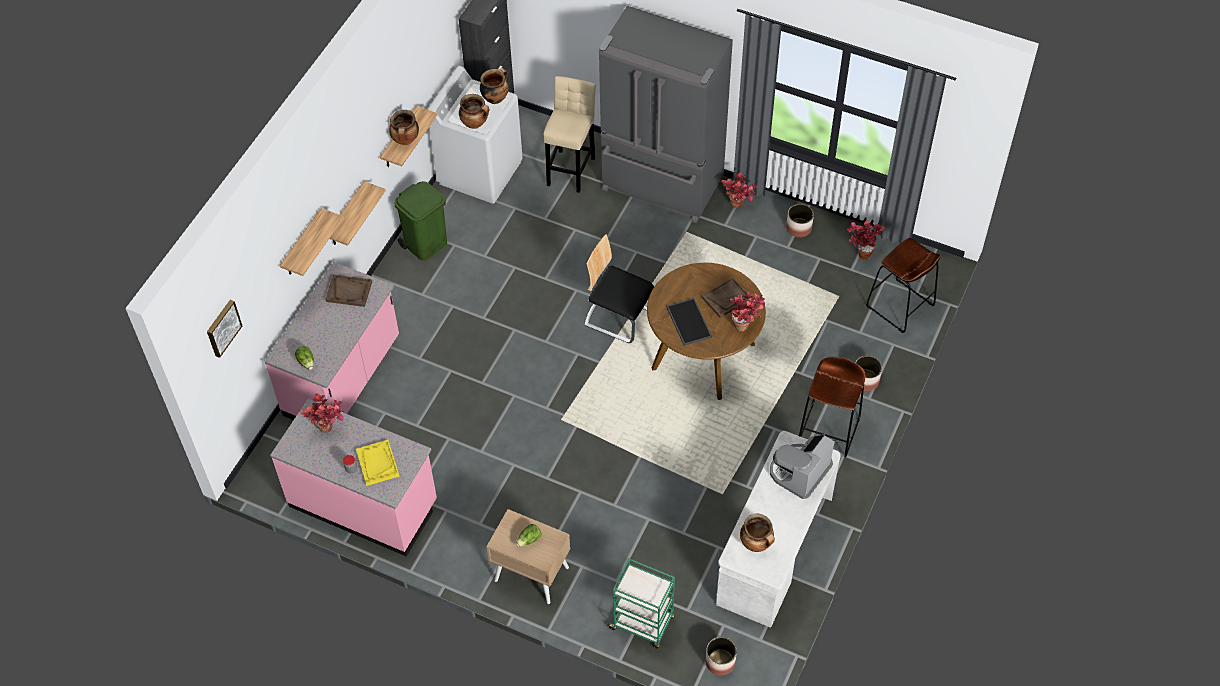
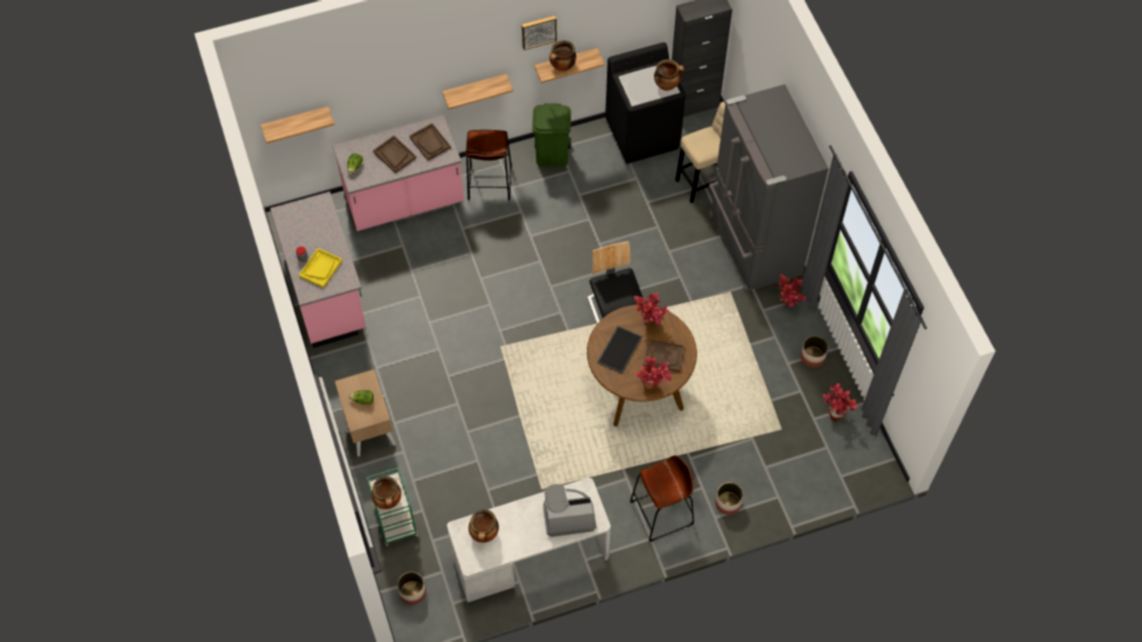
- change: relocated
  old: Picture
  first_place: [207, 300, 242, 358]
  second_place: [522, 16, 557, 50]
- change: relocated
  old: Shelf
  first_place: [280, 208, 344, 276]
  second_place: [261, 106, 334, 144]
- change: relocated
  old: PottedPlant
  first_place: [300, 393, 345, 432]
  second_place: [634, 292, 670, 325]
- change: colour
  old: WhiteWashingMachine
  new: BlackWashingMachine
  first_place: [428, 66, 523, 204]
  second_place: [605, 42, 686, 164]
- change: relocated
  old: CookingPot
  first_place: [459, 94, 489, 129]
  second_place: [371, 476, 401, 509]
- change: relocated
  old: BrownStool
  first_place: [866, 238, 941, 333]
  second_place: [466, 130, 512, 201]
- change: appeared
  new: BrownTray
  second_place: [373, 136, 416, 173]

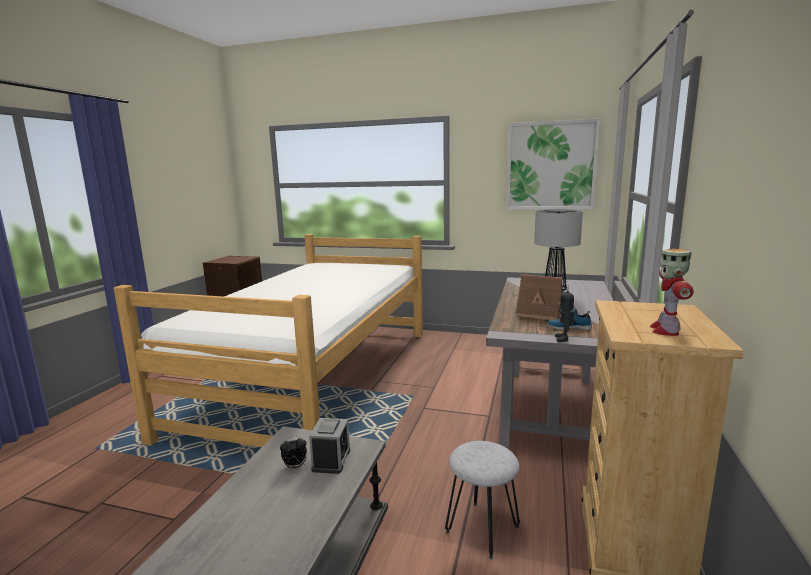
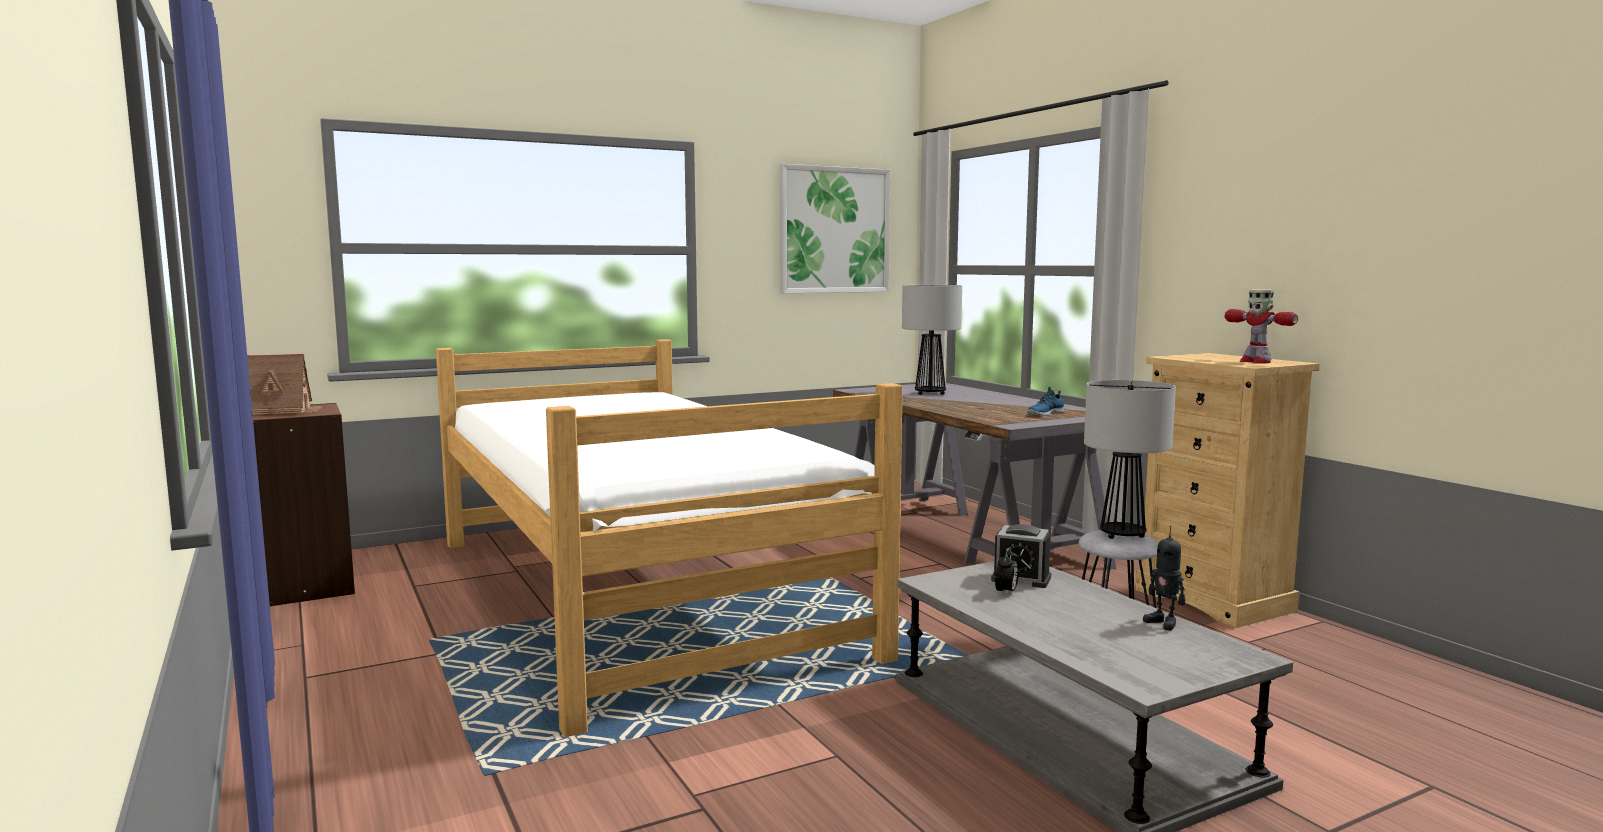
- change: spun
  old: AlarmClock
  first_place: [309, 418, 350, 474]
  second_place: [991, 524, 1051, 588]
  degrees: 150
- change: relocated
  old: ToyHouse
  first_place: [516, 274, 562, 320]
  second_place: [247, 354, 323, 415]
- change: relocated
  old: ToyRobot
  first_place: [555, 285, 574, 342]
  second_place: [1143, 526, 1185, 630]
- change: appeared
  new: TableLamp
  second_place: [1084, 380, 1176, 539]

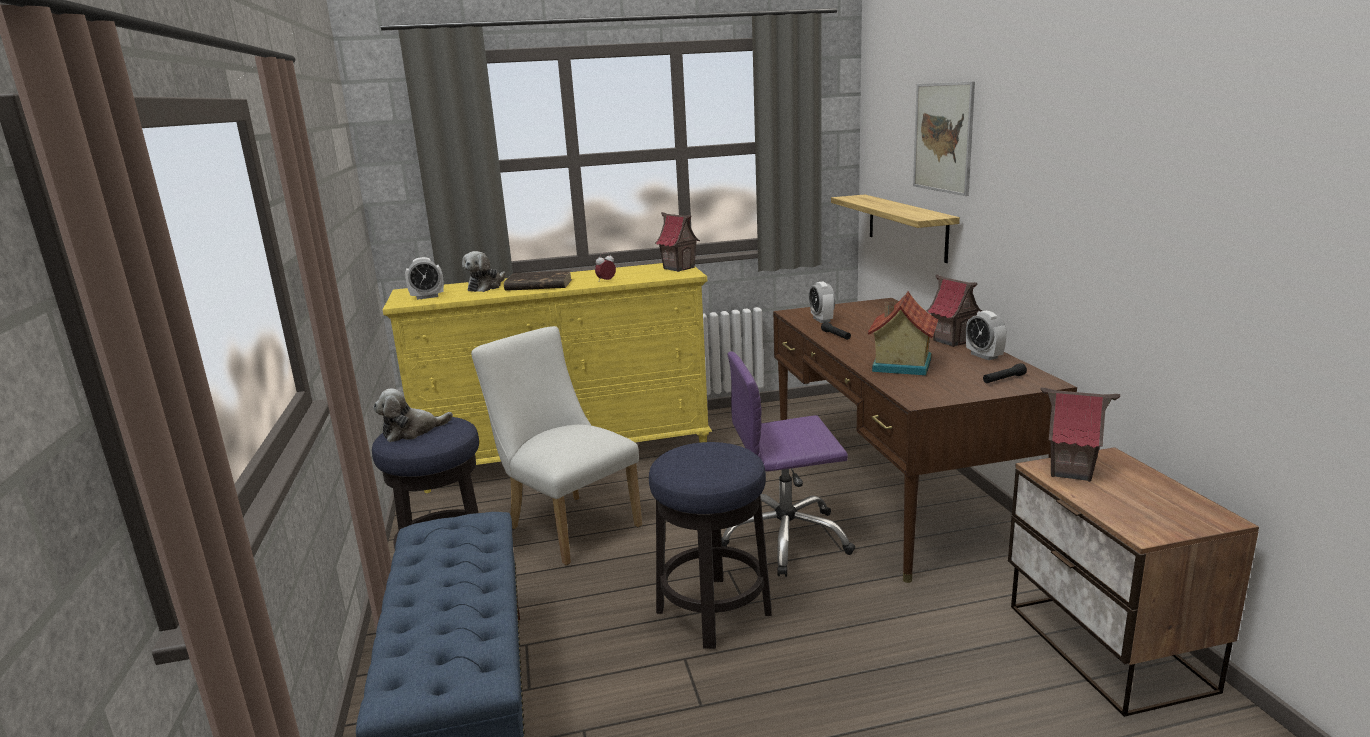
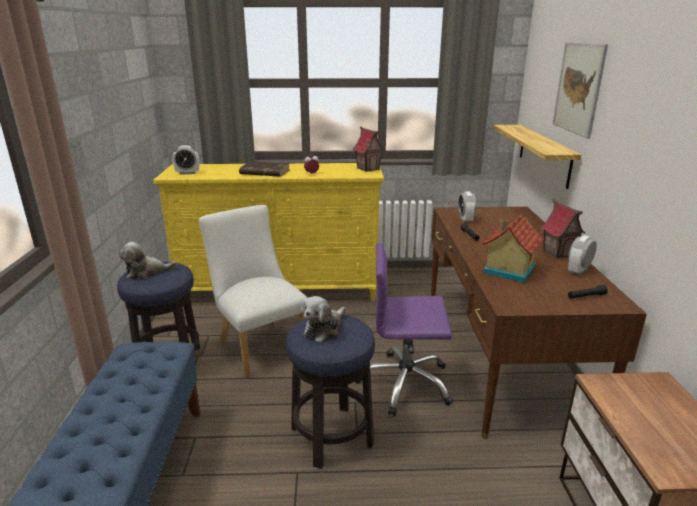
- change: relocated
  old: PlushToy
  first_place: [462, 251, 506, 292]
  second_place: [301, 296, 346, 343]
- change: spun
  old: AlarmClock
  first_place: [966, 311, 1006, 360]
  second_place: [568, 235, 597, 275]
  degrees: 60
- change: missing
  old: ToyHouse
  first_place: [1040, 387, 1120, 482]

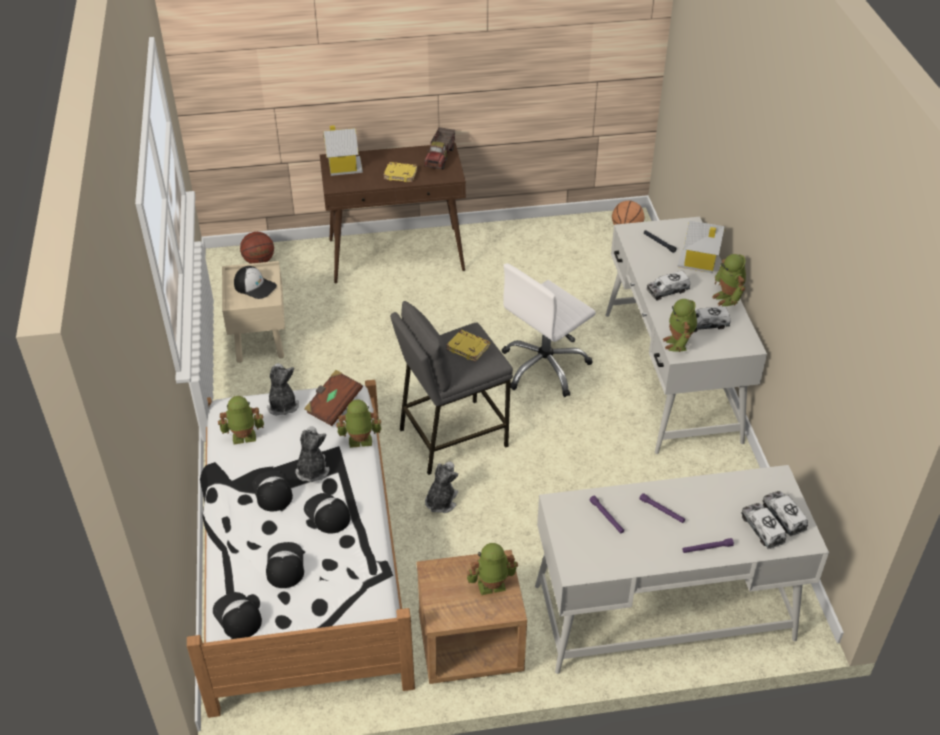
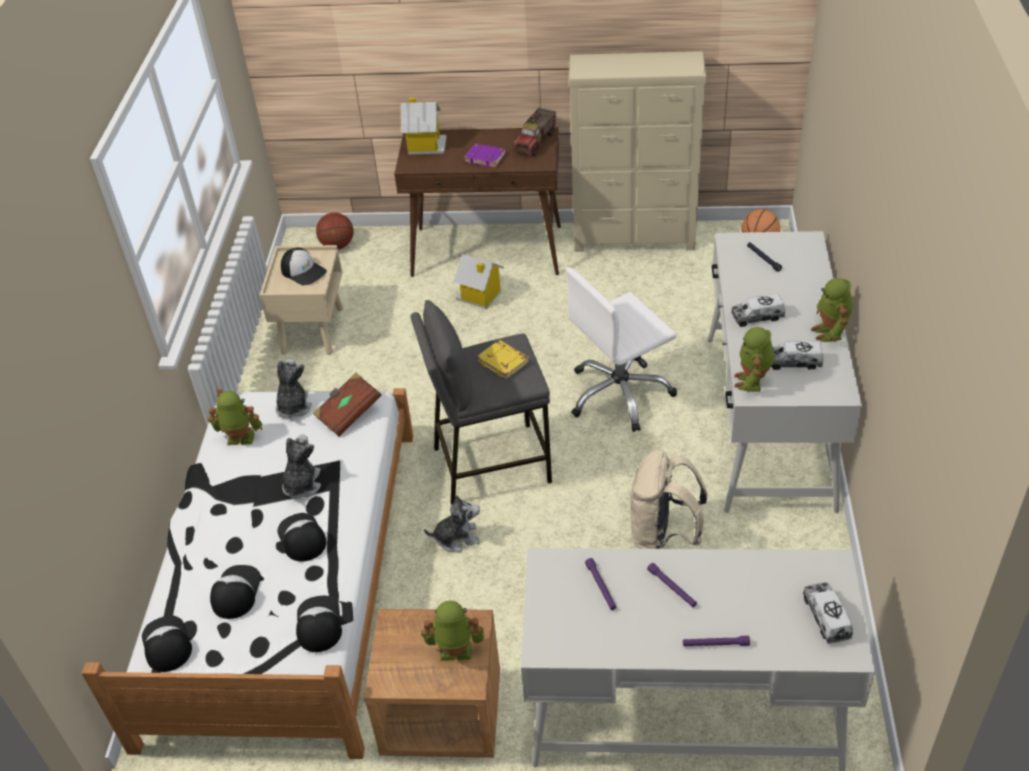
- change: relocated
  old: Cap
  first_place: [252, 471, 293, 511]
  second_place: [296, 596, 342, 652]
- change: missing
  old: ToyRobot
  first_place: [336, 399, 381, 448]
- change: colour
  old: YellowBook
  new: PurpleBook
  first_place: [383, 162, 417, 182]
  second_place: [464, 143, 506, 168]
- change: spun
  old: PlushToy
  first_place: [425, 462, 458, 513]
  second_place: [424, 495, 480, 552]
  degrees: 45
- change: relocated
  old: ToyHouse
  first_place: [678, 220, 725, 273]
  second_place: [454, 254, 504, 309]
- change: missing
  old: ToyTruck
  first_place: [741, 503, 786, 549]
- change: appeared
  new: BeigeDresser
  second_place: [569, 51, 706, 252]
- change: appeared
  new: BeigeBackpack
  second_place: [629, 449, 707, 549]

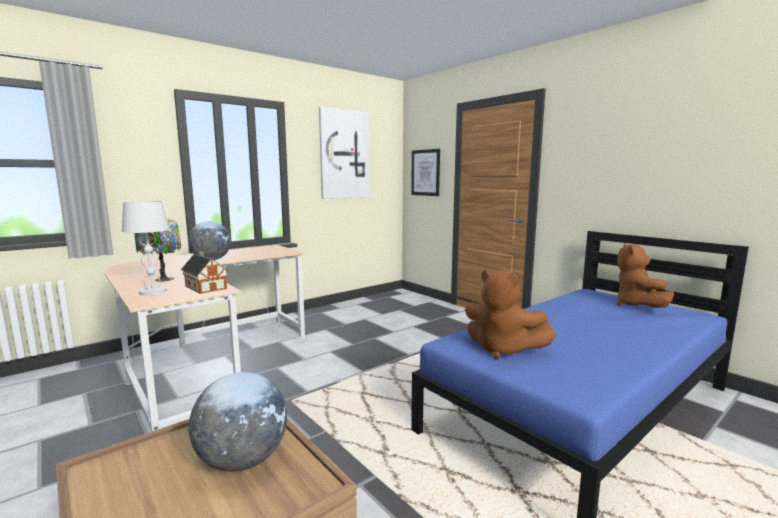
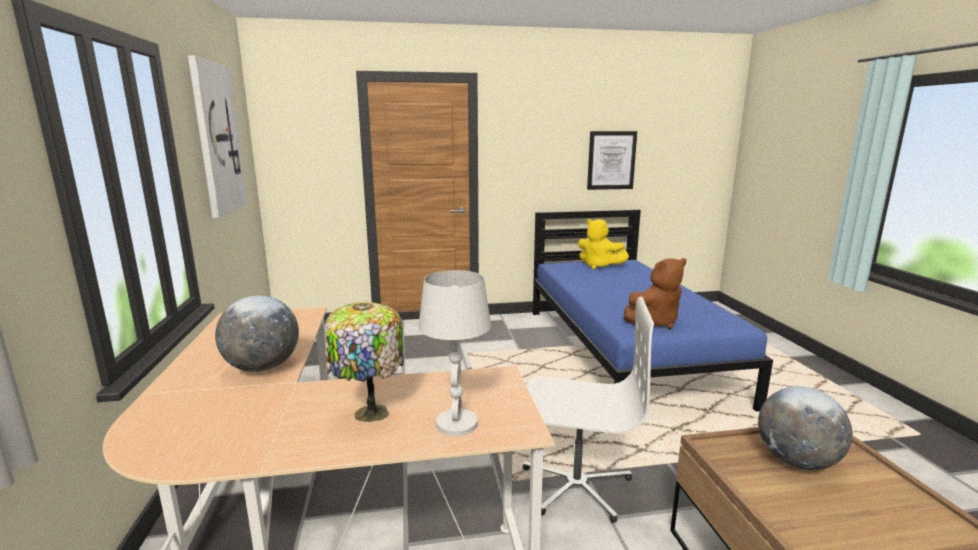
- change: missing
  old: ToyHouse
  first_place: [181, 251, 228, 294]
- change: relocated
  old: Picture
  first_place: [411, 149, 440, 196]
  second_place: [587, 131, 637, 190]
- change: colour
  old: BrownPlushToy
  new: YellowPlushToy
  first_place: [617, 243, 674, 308]
  second_place: [578, 219, 629, 269]
- change: appeared
  new: WhiteOfficeChair
  second_place: [523, 297, 654, 523]

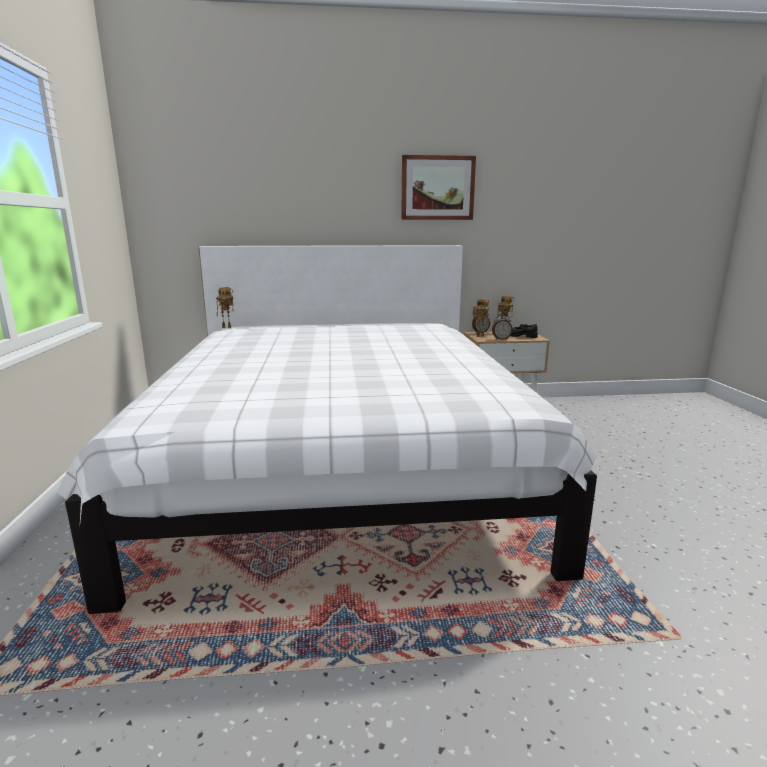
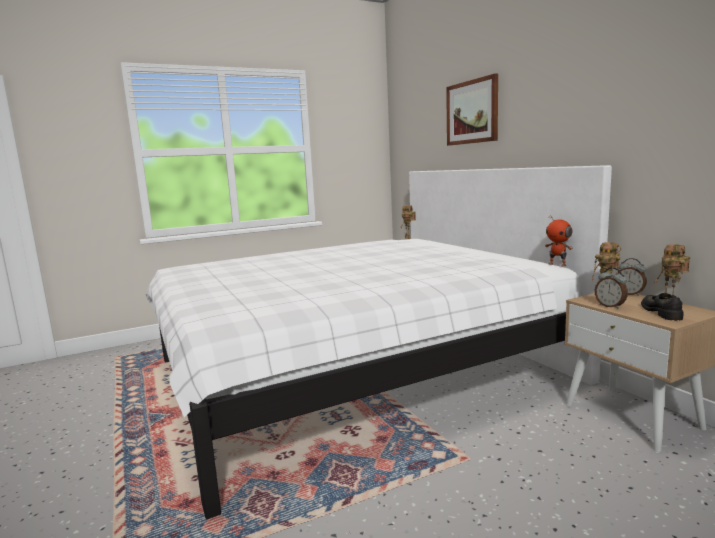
- change: relocated
  old: Picture
  first_place: [401, 155, 476, 220]
  second_place: [446, 73, 498, 146]
- change: appeared
  new: ToyRobot
  second_place: [545, 215, 573, 267]

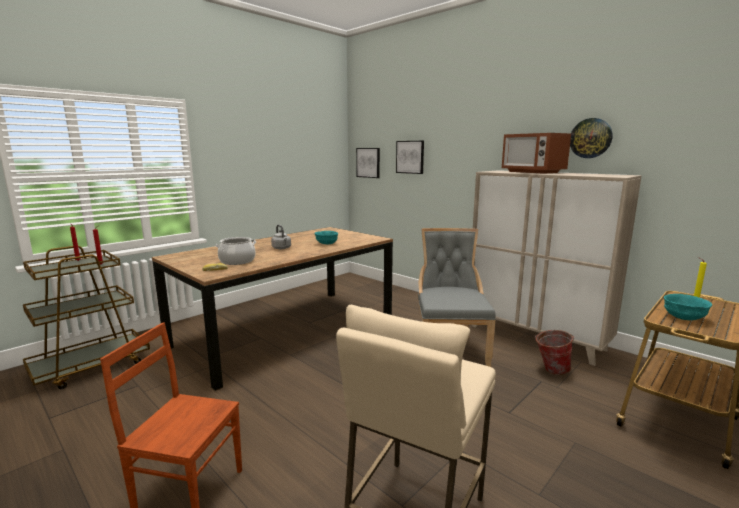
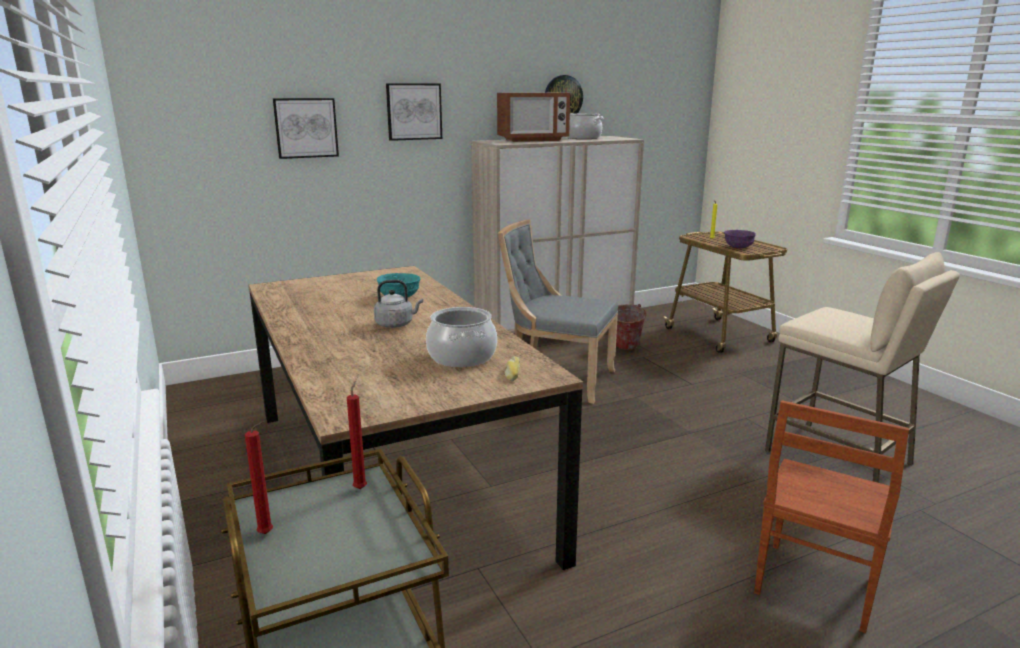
- change: relocated
  old: Picture
  first_place: [356, 148, 380, 178]
  second_place: [386, 83, 442, 141]
- change: colour
  old: TurquoiseBowl
  new: PurpleBowl
  first_place: [664, 294, 712, 320]
  second_place: [724, 230, 756, 248]
- change: appeared
  new: CookingPot
  second_place: [566, 113, 604, 139]

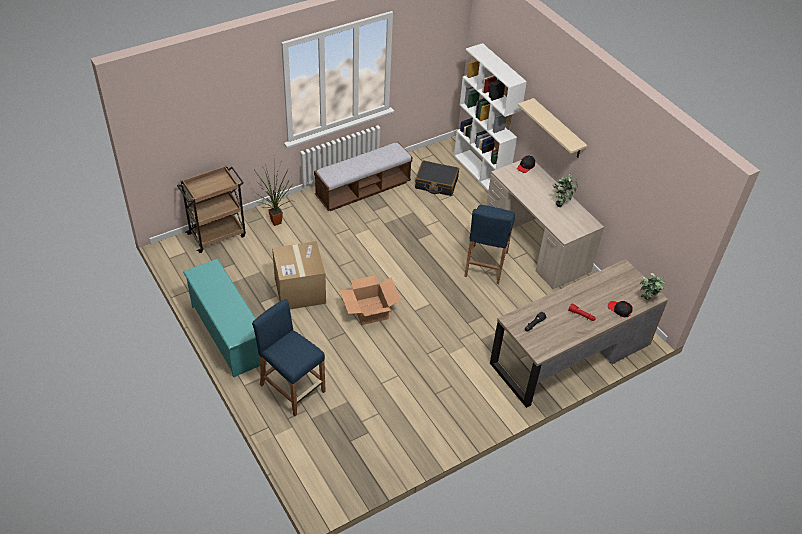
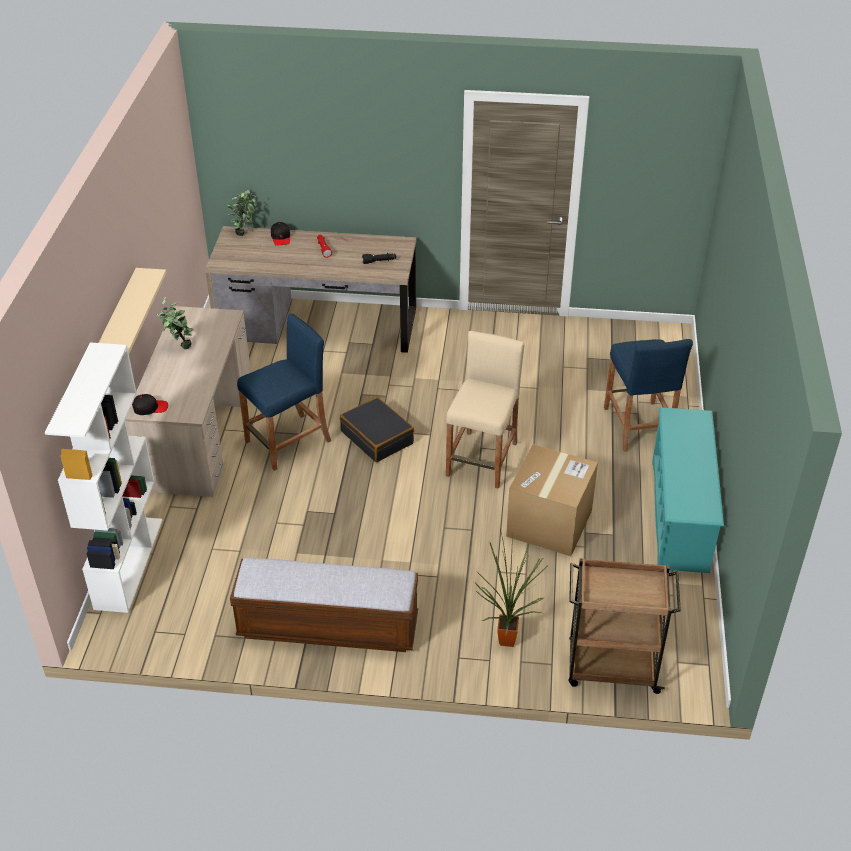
- change: exchanged
  old: CardboardBox
  new: BeigeStool
  first_place: [340, 275, 401, 325]
  second_place: [446, 331, 525, 489]
- change: relocated
  old: BlackSuitcase
  first_place: [415, 160, 459, 196]
  second_place: [340, 397, 414, 462]

